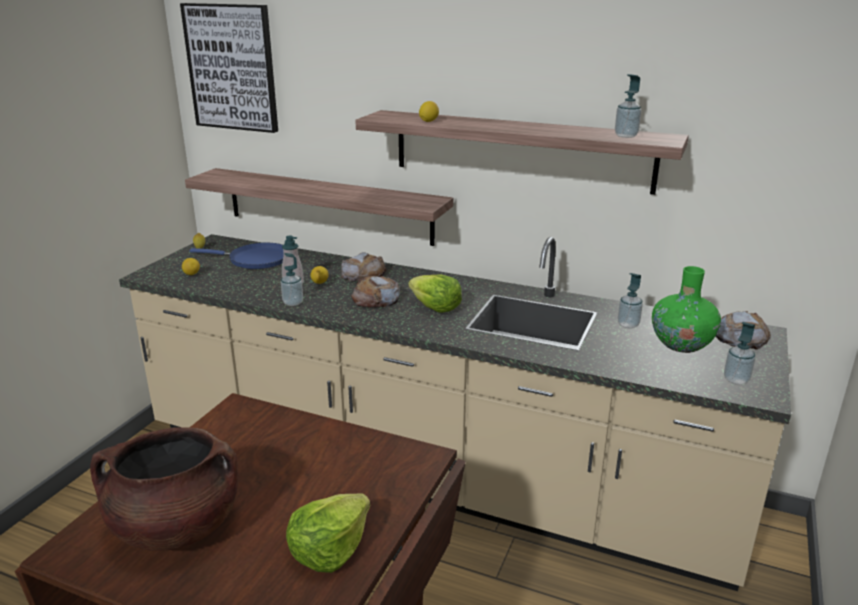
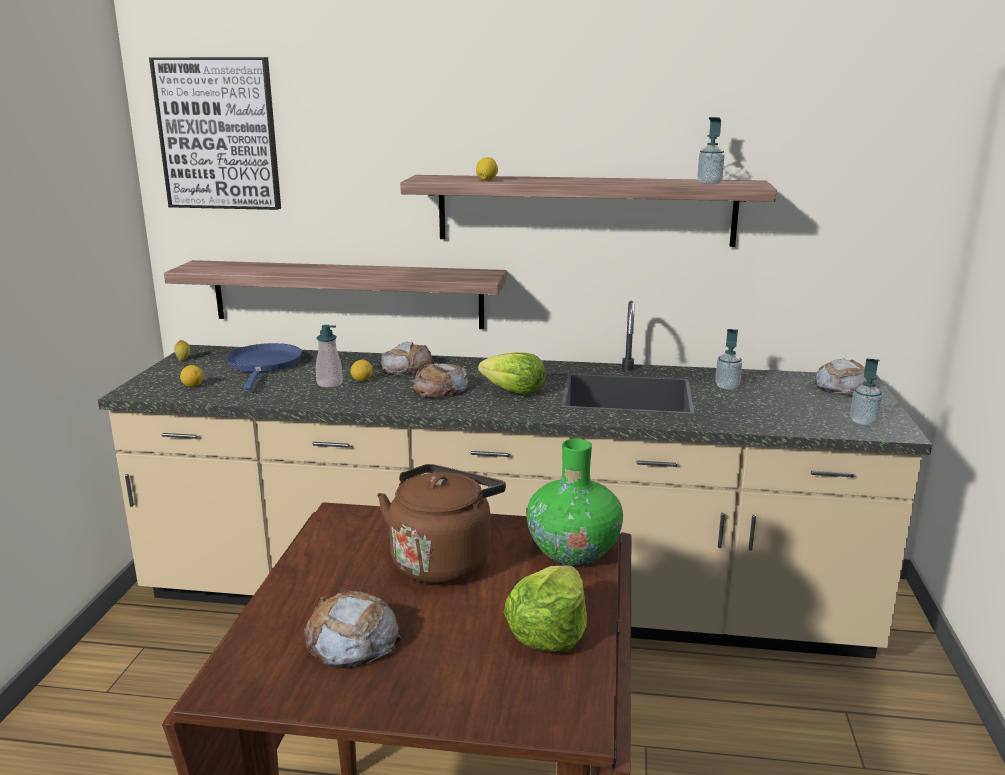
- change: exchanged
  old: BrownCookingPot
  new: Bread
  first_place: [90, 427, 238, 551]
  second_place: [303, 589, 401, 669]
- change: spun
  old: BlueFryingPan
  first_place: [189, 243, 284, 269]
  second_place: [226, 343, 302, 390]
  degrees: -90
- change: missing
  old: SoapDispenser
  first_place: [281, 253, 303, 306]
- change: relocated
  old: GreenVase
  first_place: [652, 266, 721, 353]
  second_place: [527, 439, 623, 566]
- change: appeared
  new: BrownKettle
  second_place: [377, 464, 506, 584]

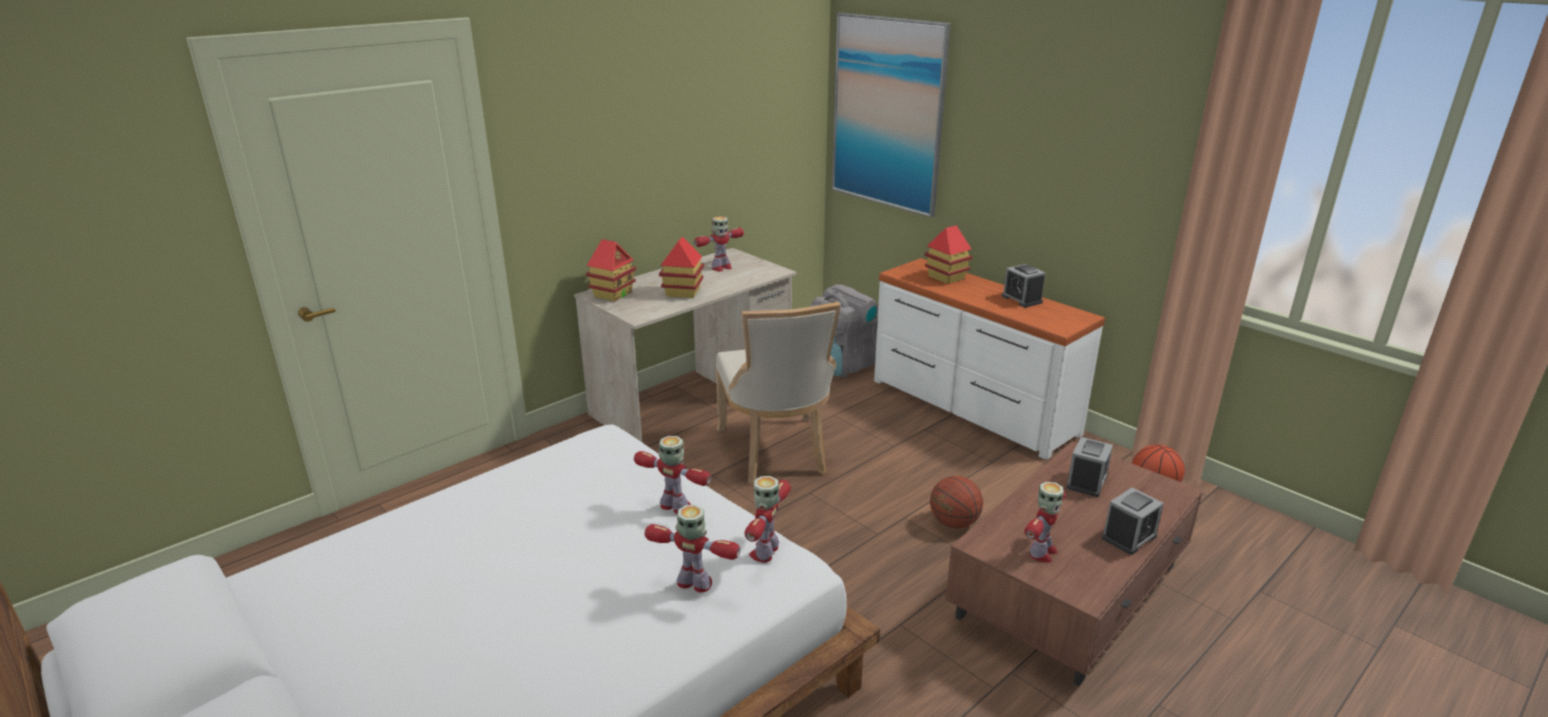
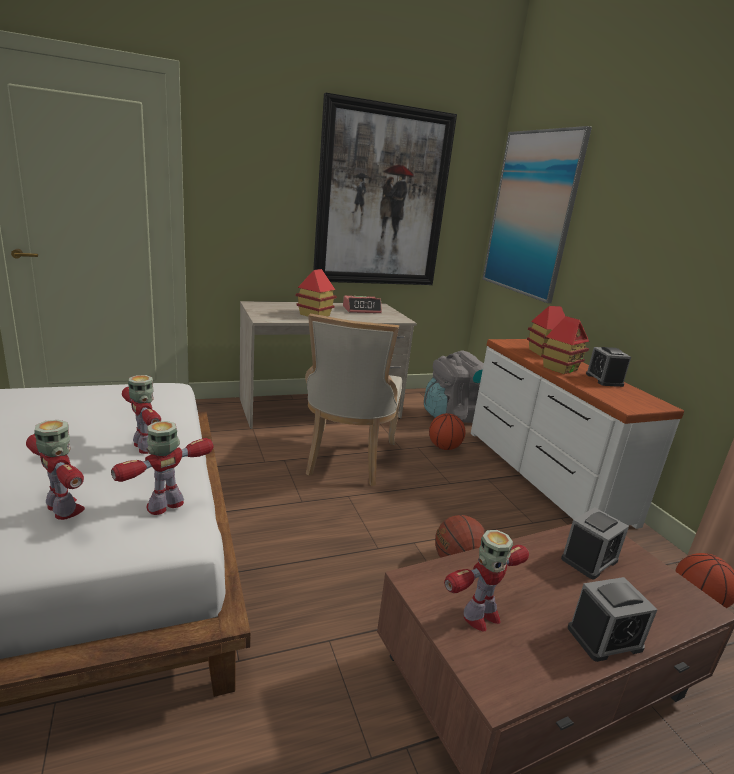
- change: relocated
  old: ToyHouse
  first_place: [585, 239, 636, 301]
  second_place: [541, 316, 589, 374]
- change: exchanged
  old: ToyRobot
  new: AlarmClock
  first_place: [694, 216, 744, 272]
  second_place: [343, 296, 382, 313]
- change: appeared
  new: Picture
  second_place: [313, 93, 457, 285]
- change: appeared
  new: Basketball
  second_place: [429, 413, 465, 450]

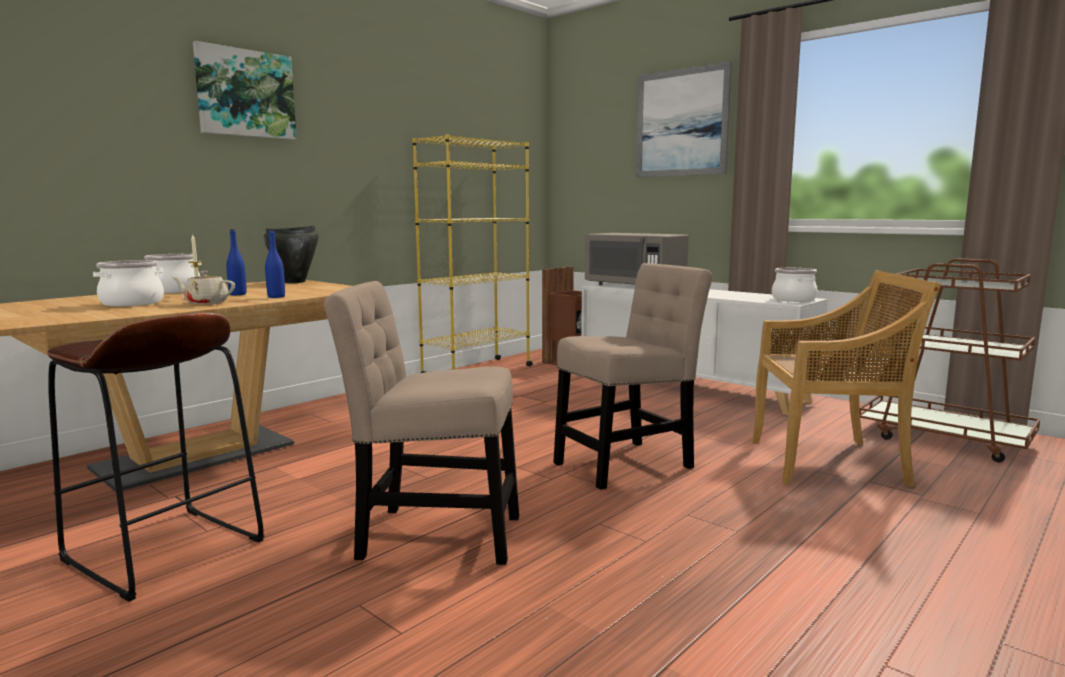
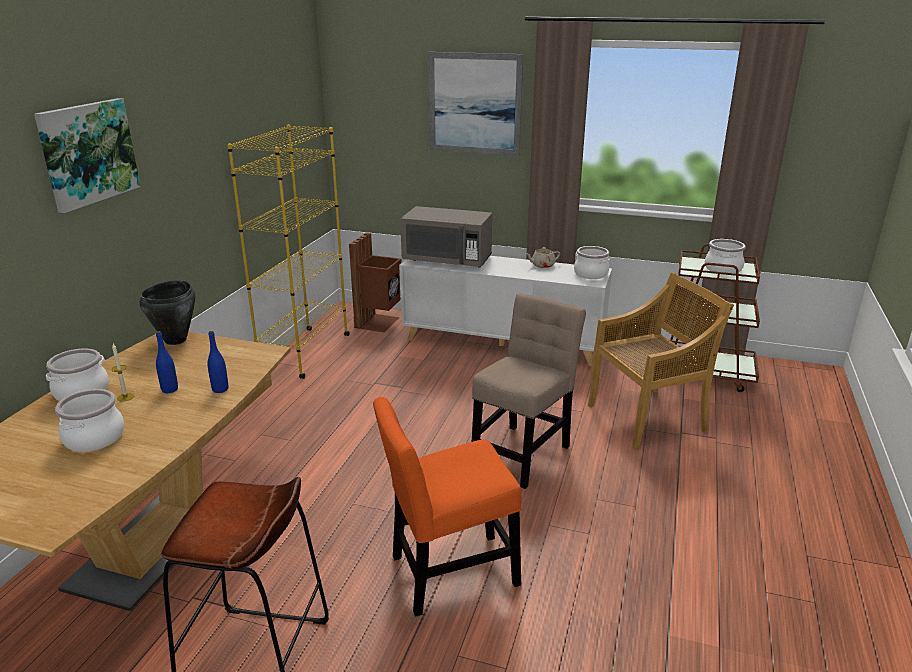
- change: relocated
  old: BeigeTeapot
  first_place: [172, 271, 235, 304]
  second_place: [525, 247, 560, 268]
- change: colour
  old: BeigeChair
  new: OrangeChair
  first_place: [324, 281, 519, 565]
  second_place: [373, 397, 522, 617]
- change: appeared
  new: CookingPot
  second_place: [705, 239, 746, 274]

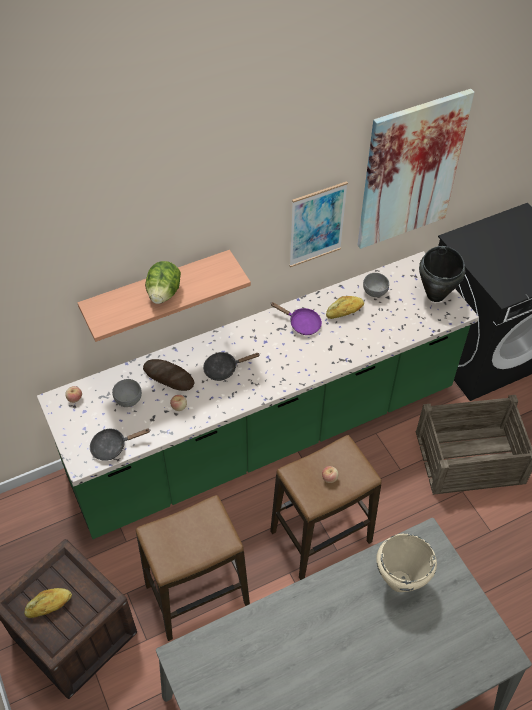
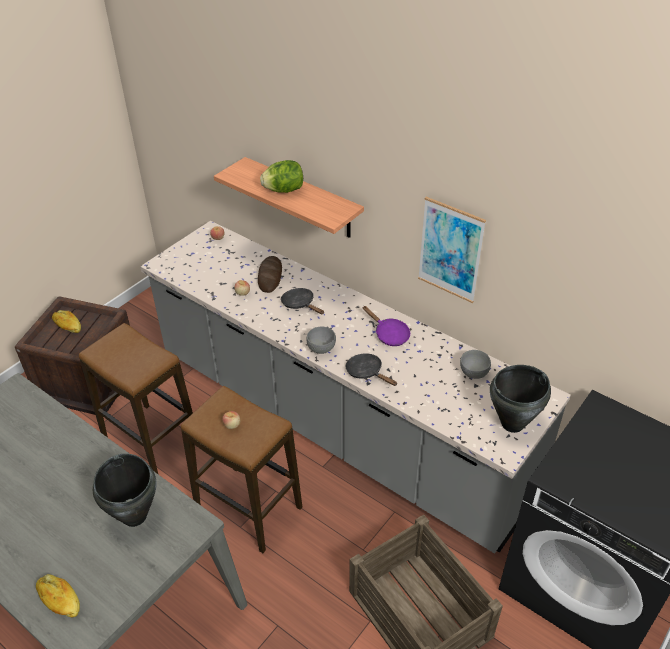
- change: colour
  old: GreenCounter
  new: GreyCounter
  first_place: [37, 251, 479, 539]
  second_place: [140, 221, 571, 554]
- change: relocated
  old: BlackFryingPan
  first_place: [90, 429, 150, 461]
  second_place: [346, 353, 397, 386]
- change: relocated
  old: GreyBowl
  first_place: [112, 379, 142, 407]
  second_place: [307, 327, 336, 354]
- change: spun
  old: PurpleFryingPan
  first_place: [270, 302, 322, 335]
  second_place: [362, 306, 410, 346]
  degrees: -45
- change: relocated
  old: Bread
  first_place: [326, 296, 364, 319]
  second_place: [36, 574, 80, 617]
- change: missing
  old: Picture
  first_place: [357, 89, 474, 249]
- change: colour
  old: BeigeCookingPot
  new: BlackCookingPot
  first_place: [376, 534, 437, 592]
  second_place: [93, 453, 156, 527]

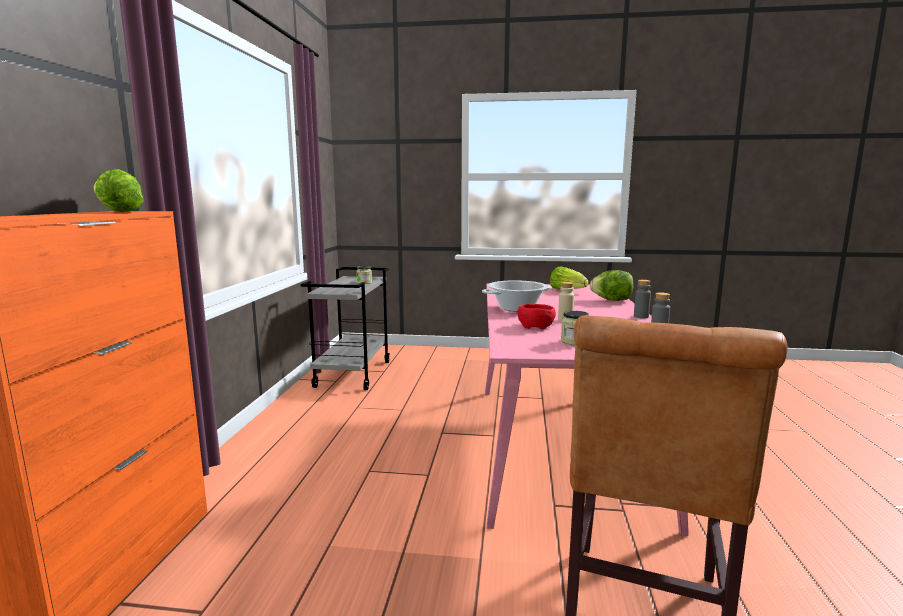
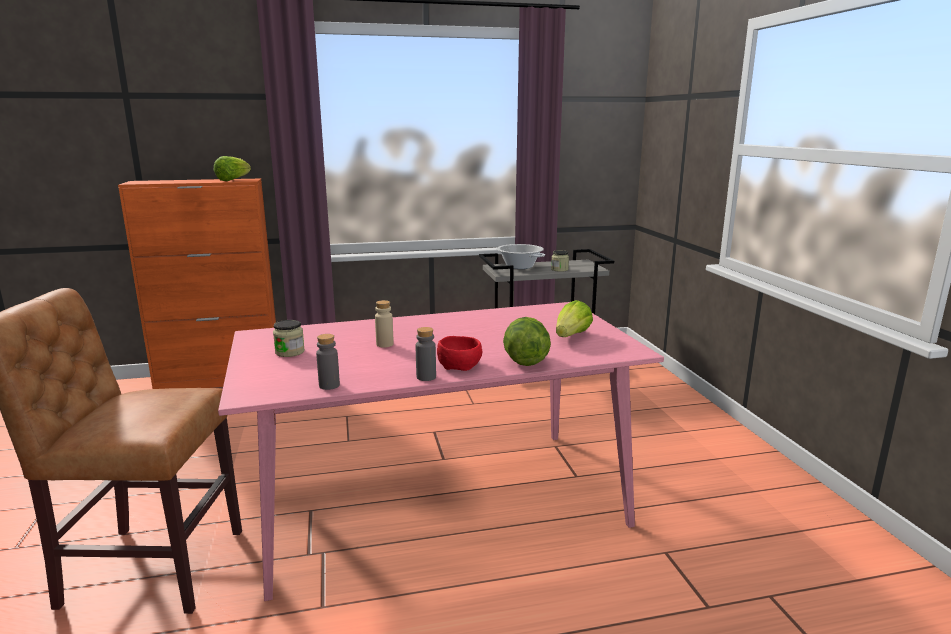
- change: relocated
  old: CookingPot
  first_place: [482, 280, 552, 312]
  second_place: [496, 244, 545, 269]
- change: relocated
  old: RedBowl
  first_place: [517, 304, 556, 329]
  second_place: [437, 336, 482, 371]

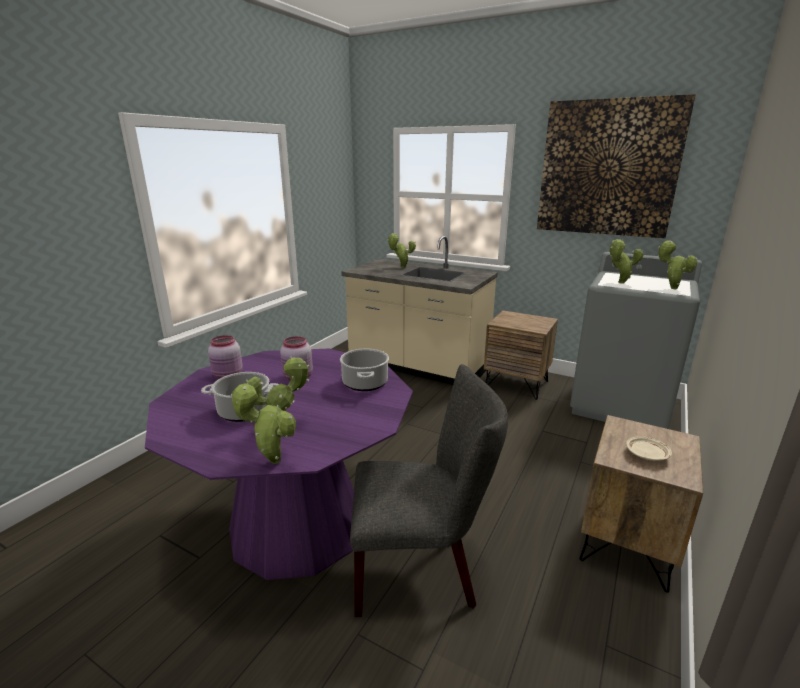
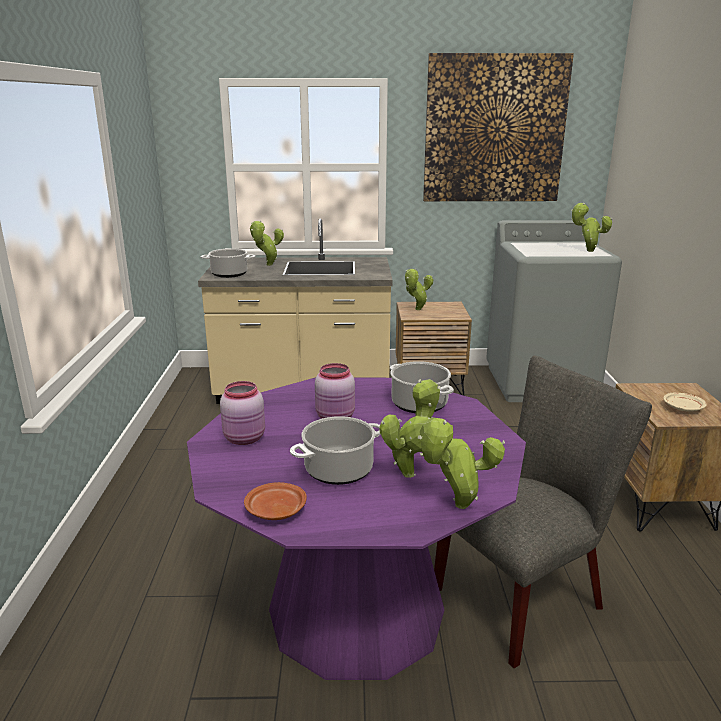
- change: relocated
  old: PottedPlant
  first_place: [610, 239, 643, 284]
  second_place: [405, 269, 433, 310]
- change: appeared
  new: CookingPot
  second_place: [201, 248, 256, 278]
- change: appeared
  new: BrownPlate
  second_place: [244, 482, 307, 520]

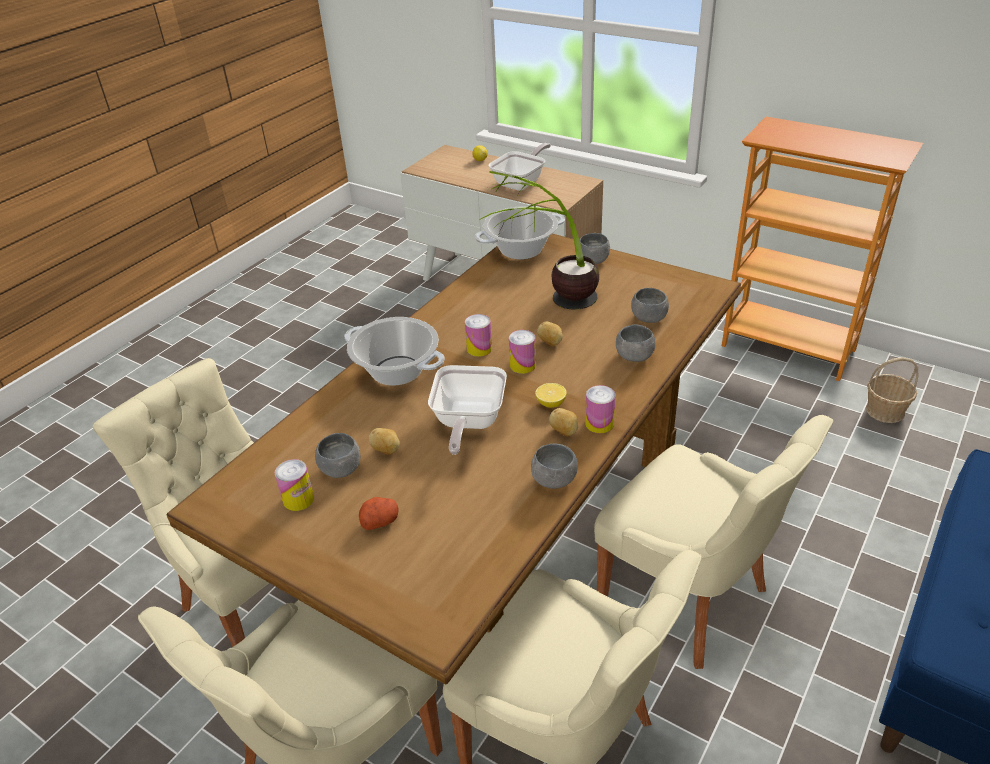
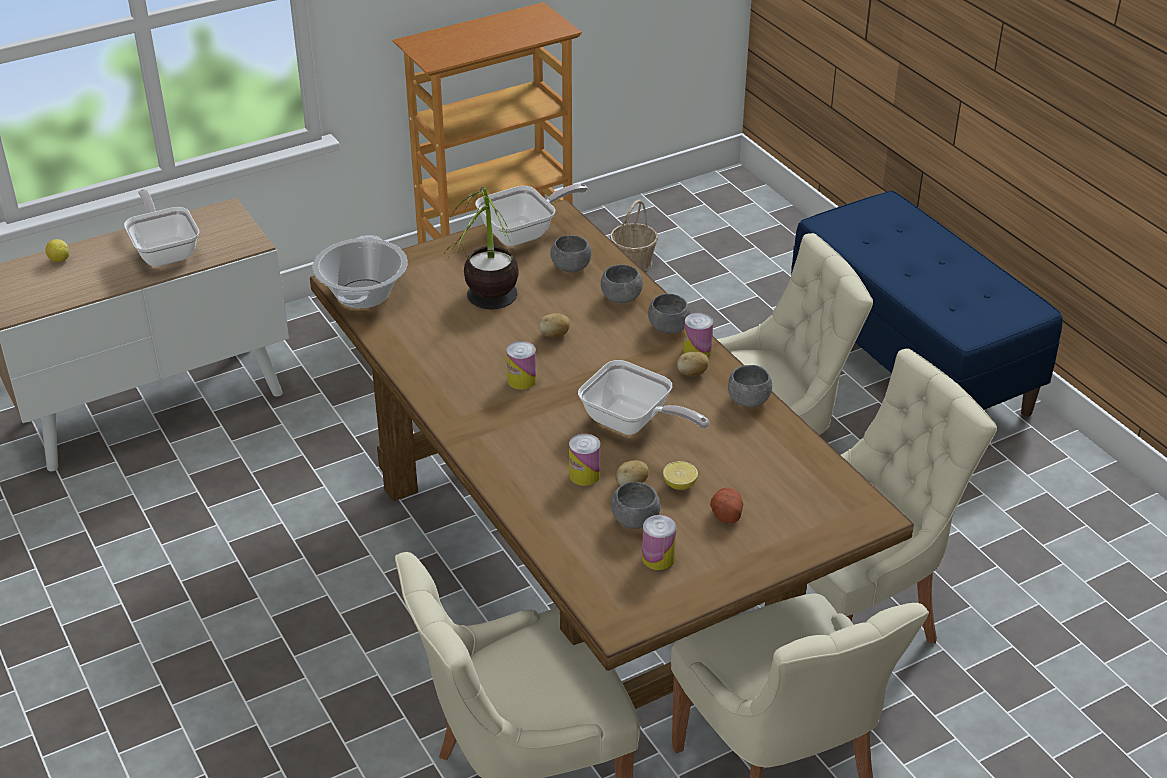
- change: missing
  old: CookingPot
  first_place: [344, 317, 445, 386]
- change: relocated
  old: Can
  first_place: [509, 330, 536, 374]
  second_place: [569, 434, 600, 486]
- change: relocated
  old: Lemon
  first_place: [535, 383, 567, 408]
  second_place: [663, 461, 698, 490]
- change: relocated
  old: GreyBowl
  first_place: [580, 233, 610, 264]
  second_place: [648, 294, 690, 334]
- change: appeared
  new: FryingPan
  second_place: [475, 184, 588, 246]

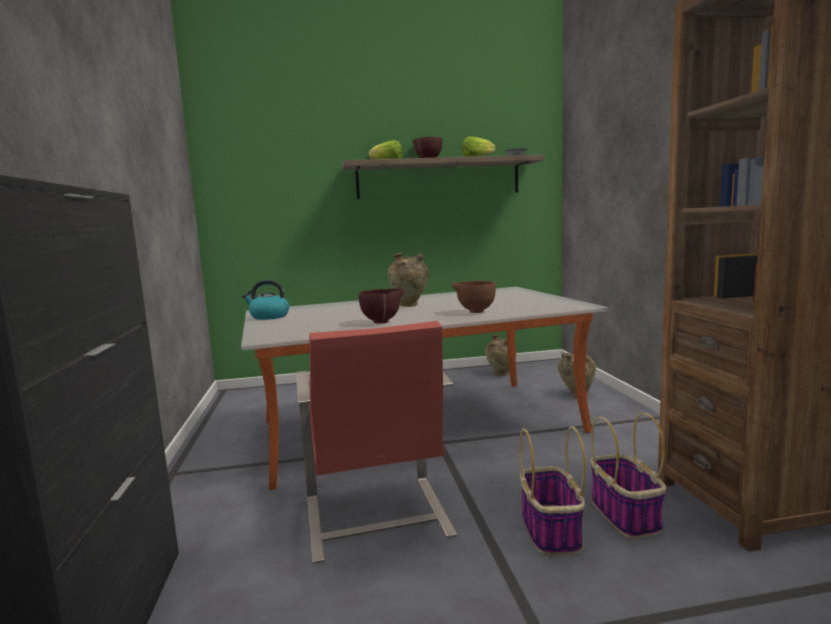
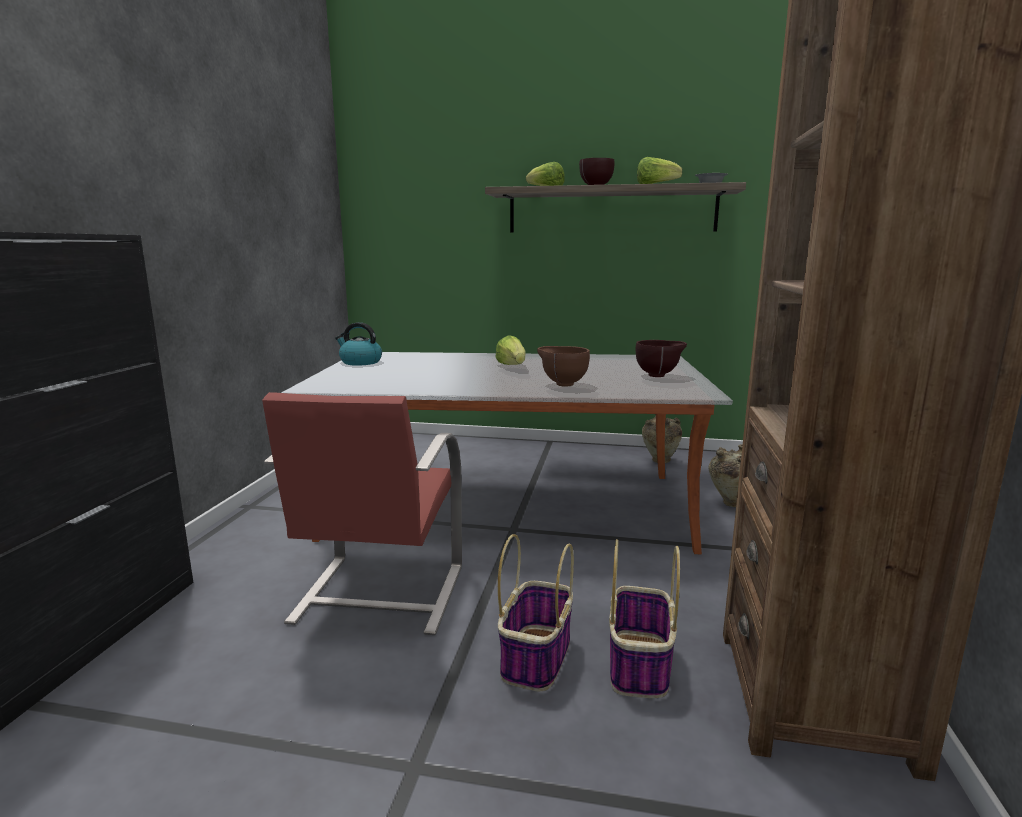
- change: relocated
  old: BrownBowl
  first_place: [359, 288, 404, 324]
  second_place: [636, 340, 687, 377]
- change: exchanged
  old: BeigeVase
  new: Lettuce
  first_place: [387, 253, 429, 307]
  second_place: [495, 335, 526, 365]

